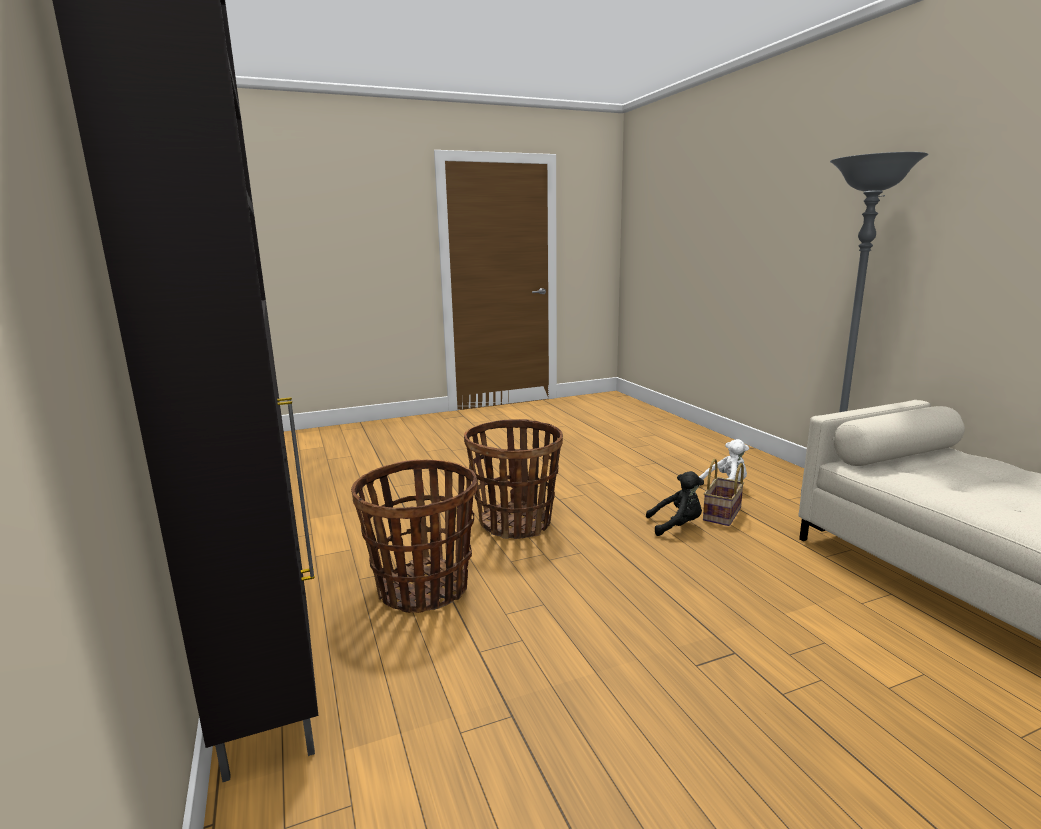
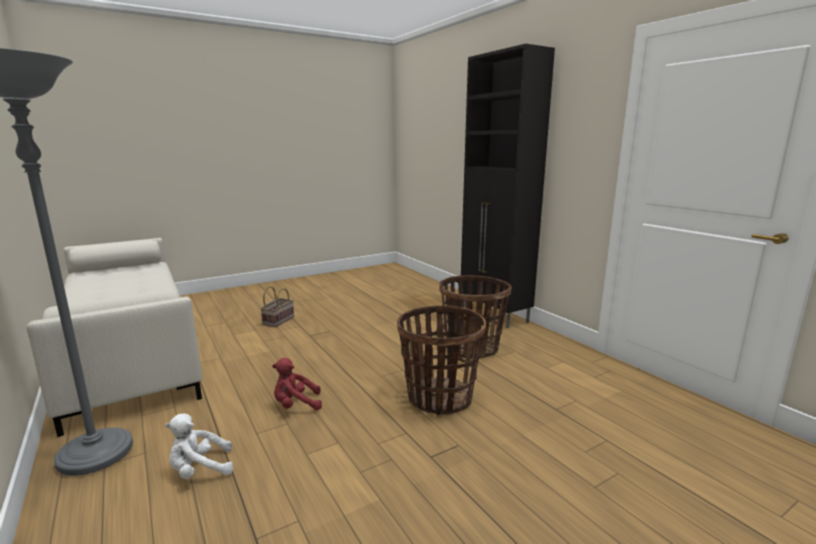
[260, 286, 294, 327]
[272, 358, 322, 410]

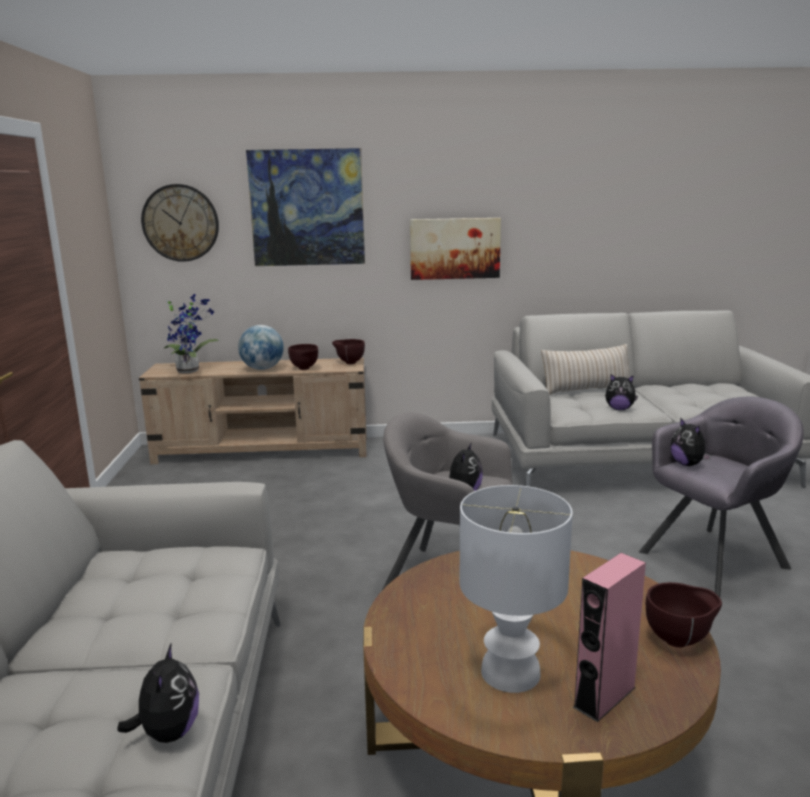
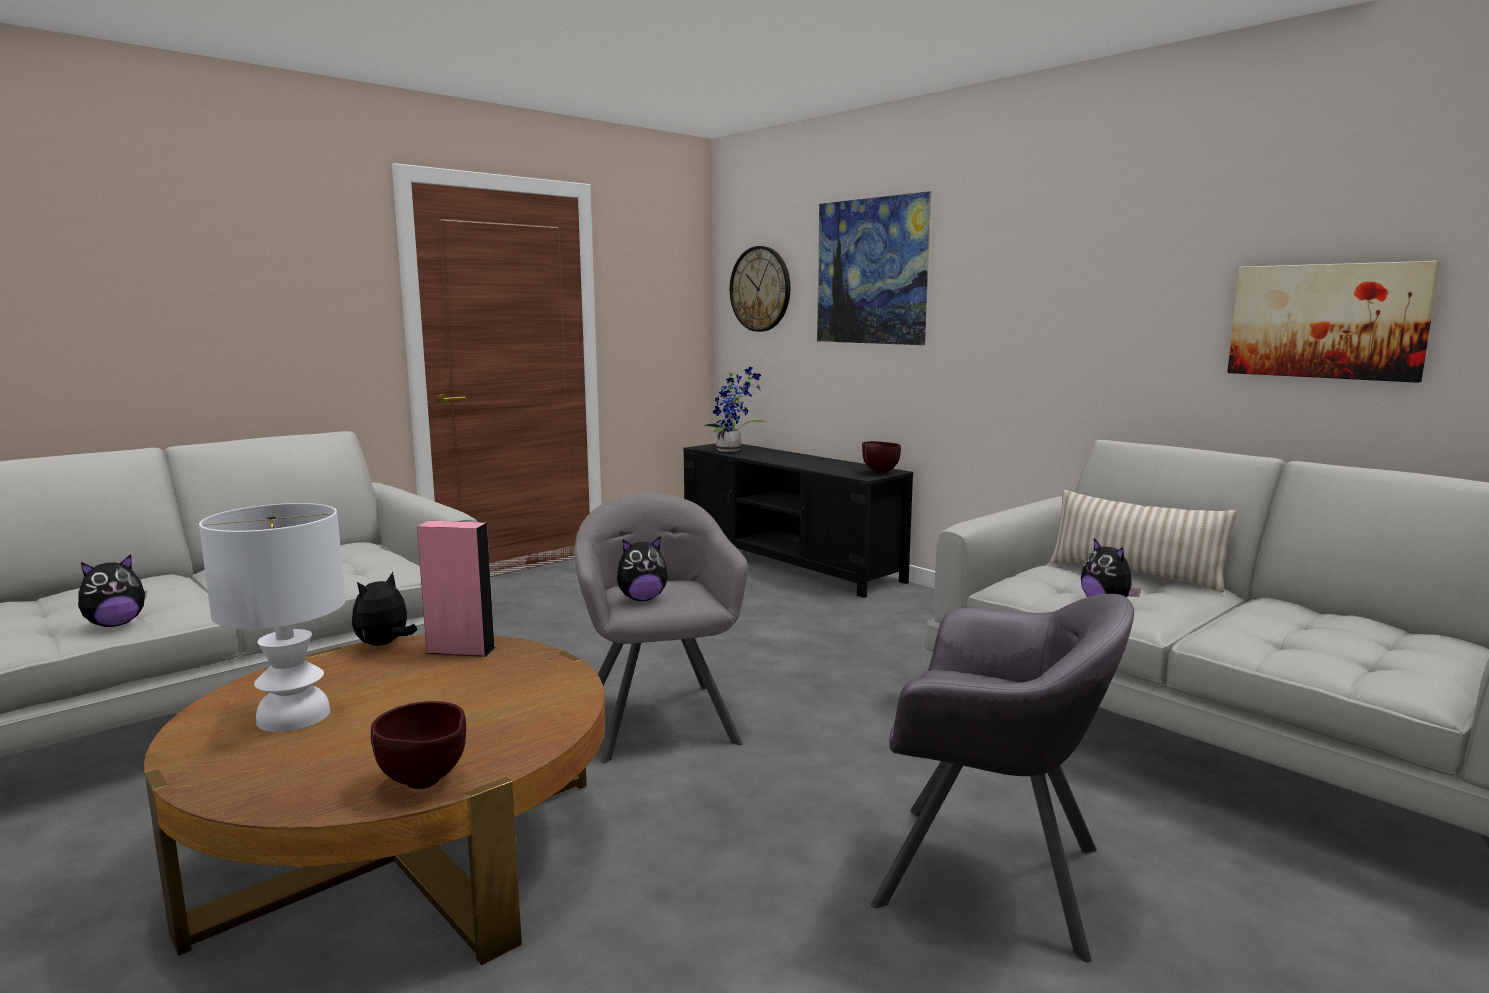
[352, 572, 417, 646]
[417, 521, 496, 657]
[683, 443, 913, 598]
[1227, 261, 1440, 383]
[238, 325, 284, 370] (first image)
[288, 344, 318, 370] (first image)

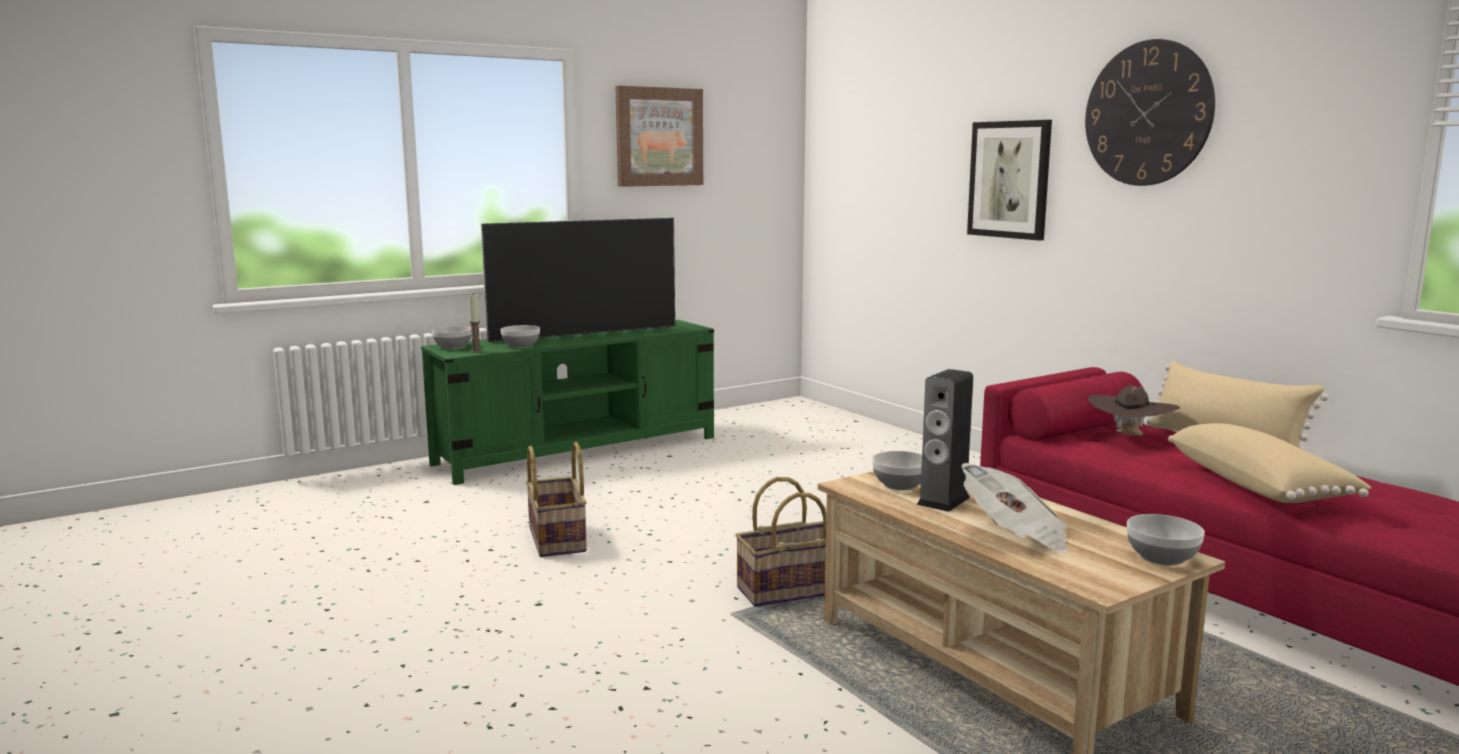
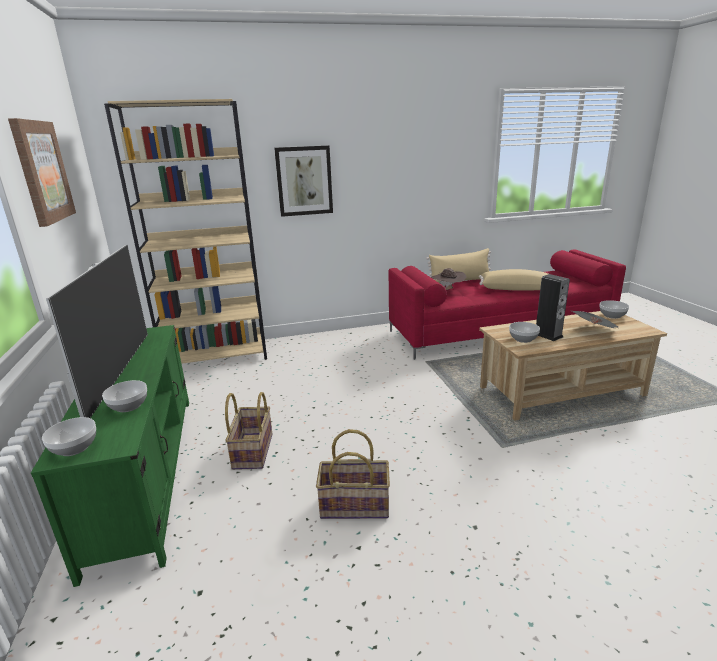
[104, 99, 267, 364]
[225, 392, 272, 470]
[469, 294, 481, 353] (first image)
[1085, 39, 1215, 186] (first image)

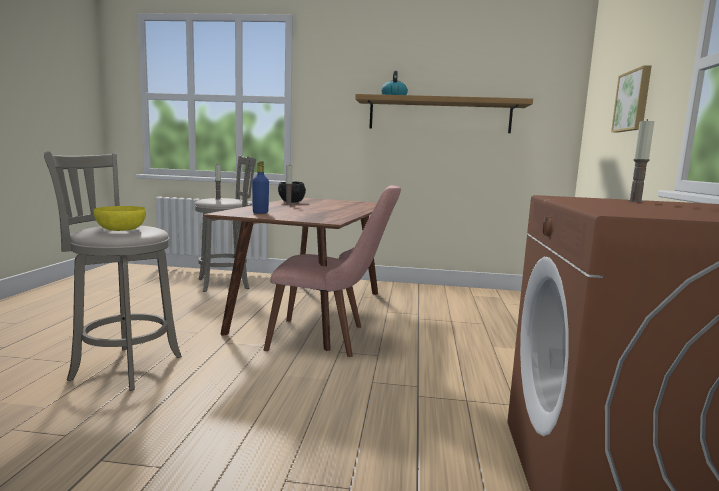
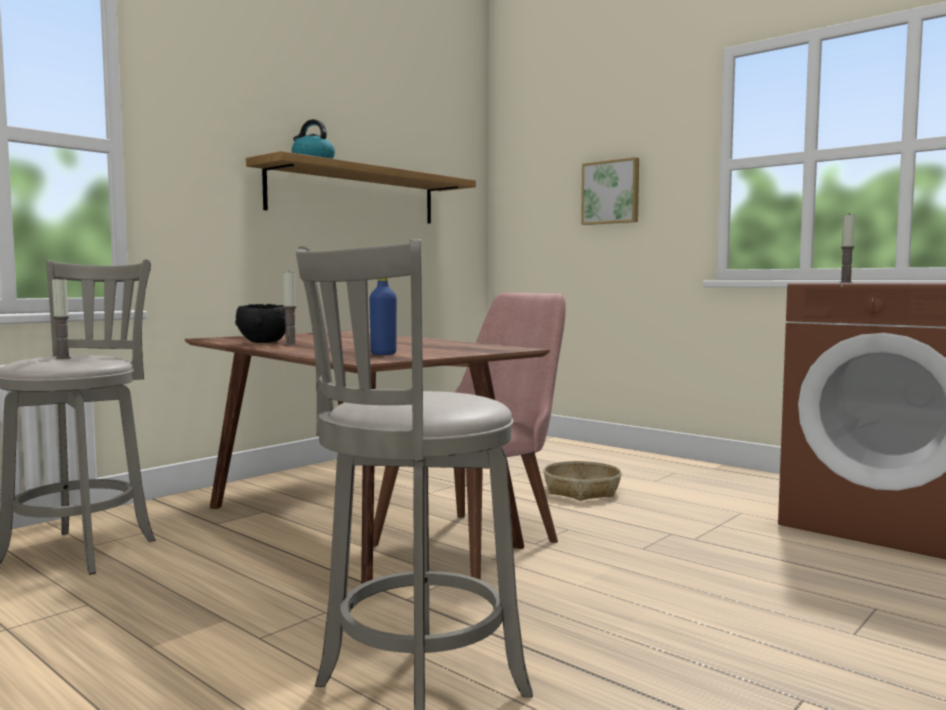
[543, 461, 622, 501]
[93, 206, 146, 231] (first image)

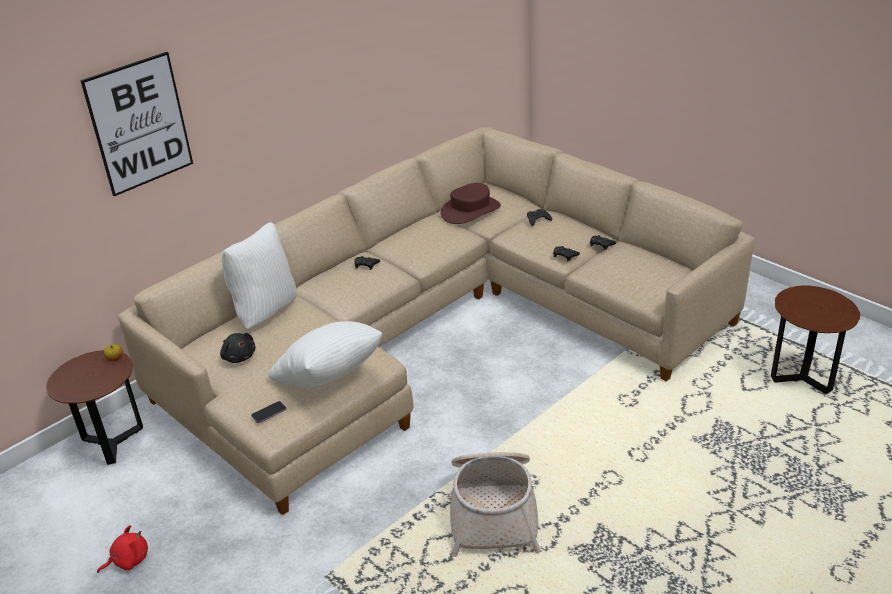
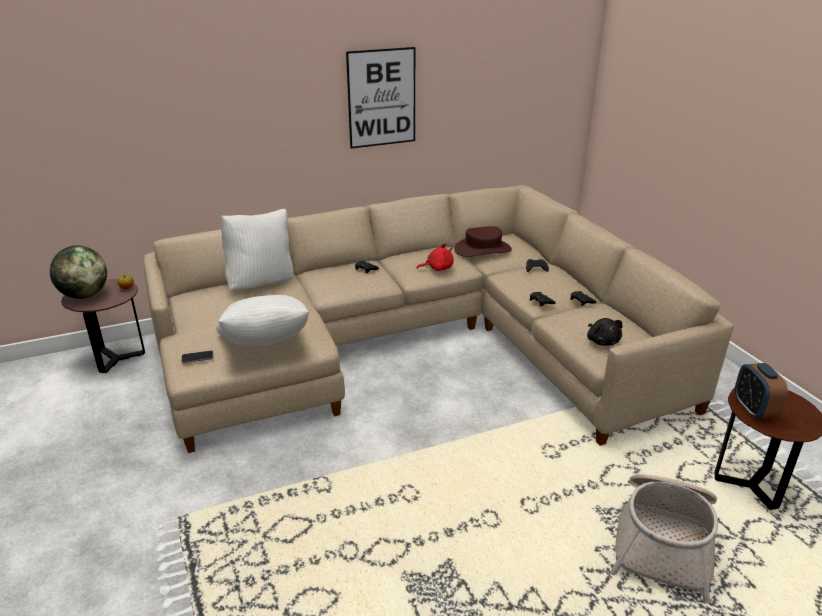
[50, 246, 107, 299]
[346, 47, 415, 148]
[417, 243, 454, 271]
[587, 318, 623, 346]
[610, 474, 718, 604]
[735, 363, 788, 419]

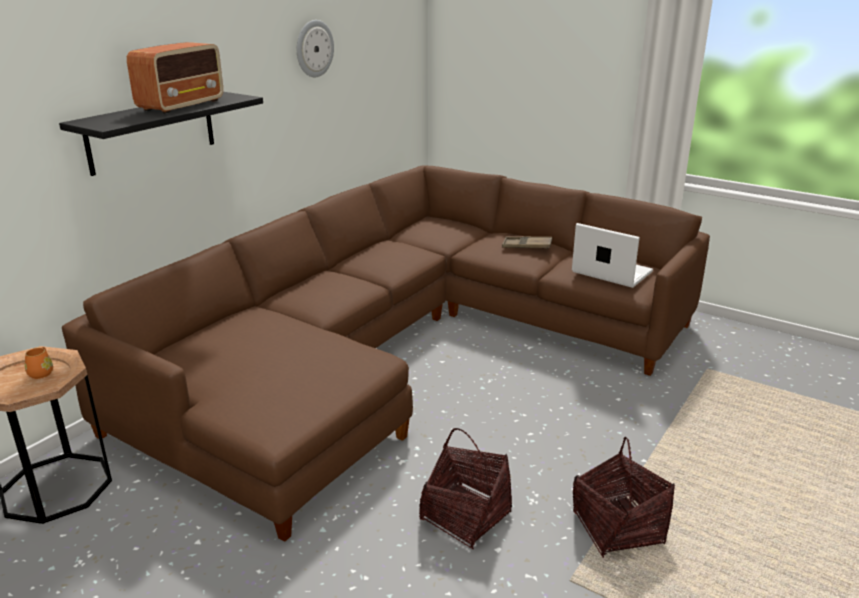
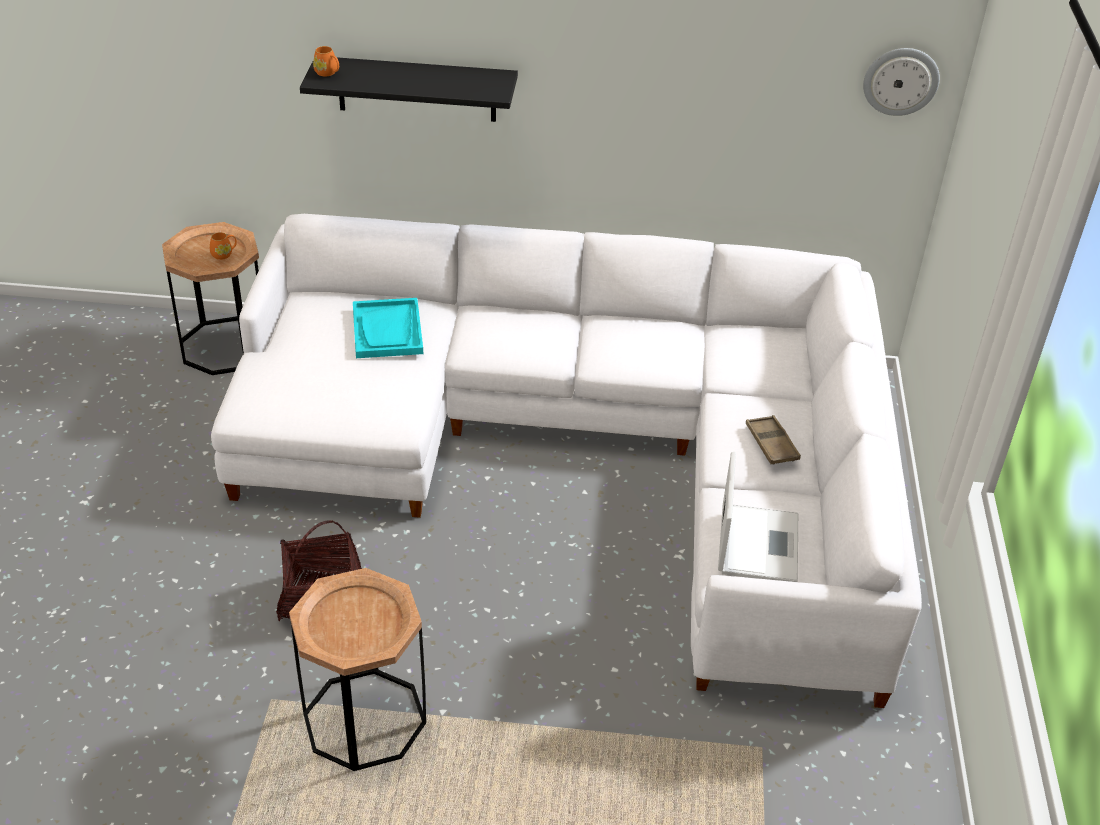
[211, 214, 922, 708]
[289, 568, 426, 771]
[313, 46, 339, 76]
[353, 298, 423, 358]
[863, 48, 940, 116]
[127, 42, 223, 114] (first image)

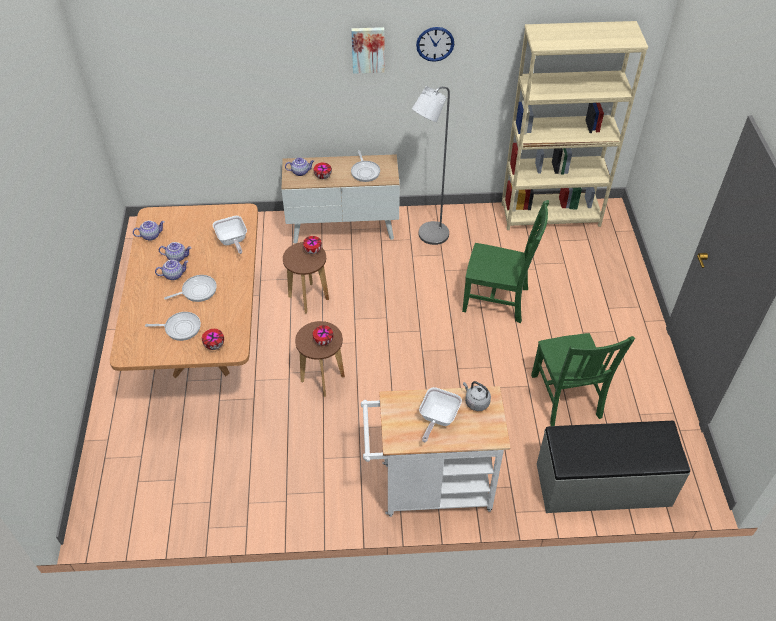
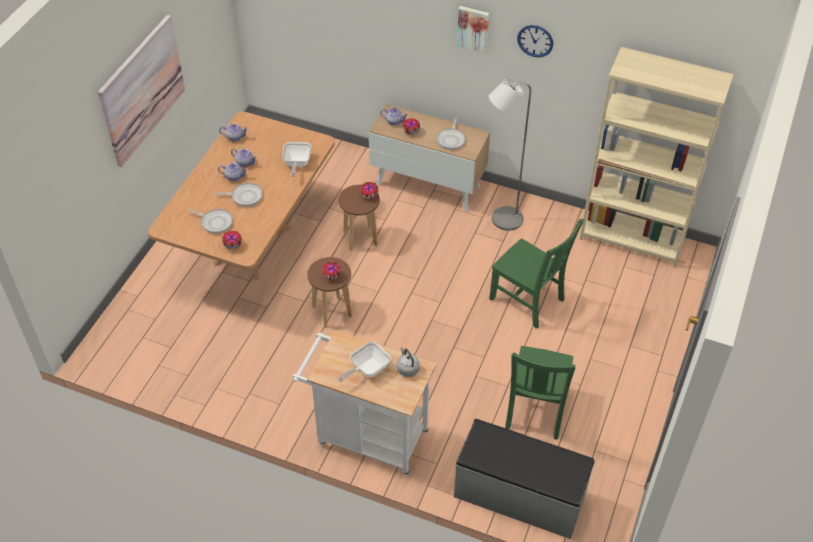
[98, 15, 185, 167]

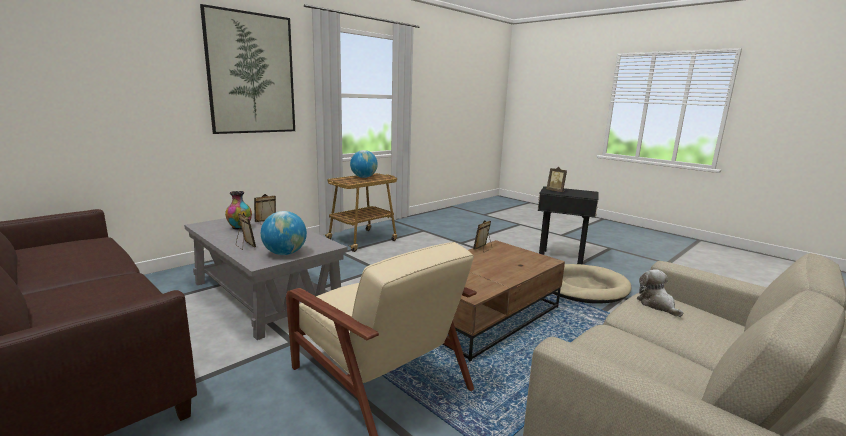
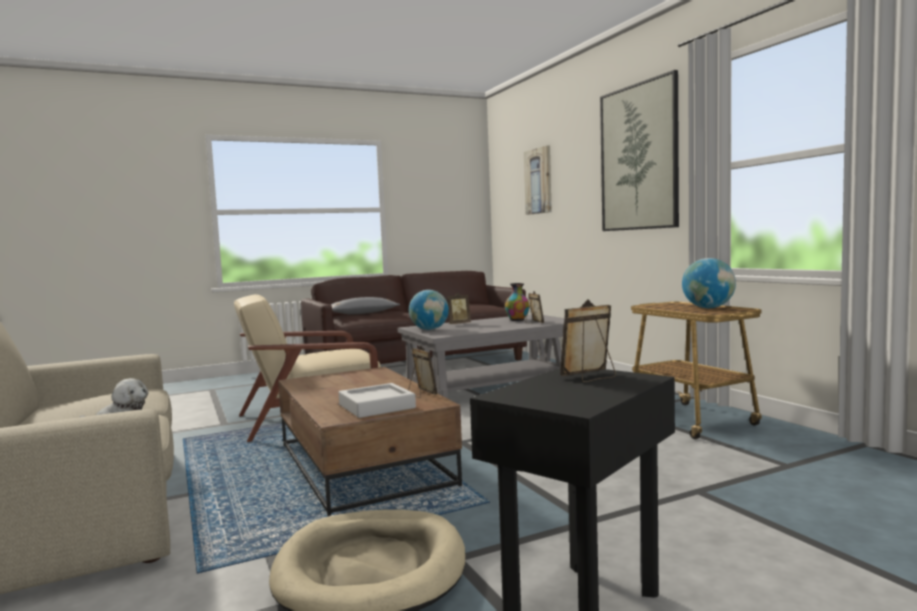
[331, 297, 400, 314]
[339, 383, 416, 418]
[524, 145, 552, 215]

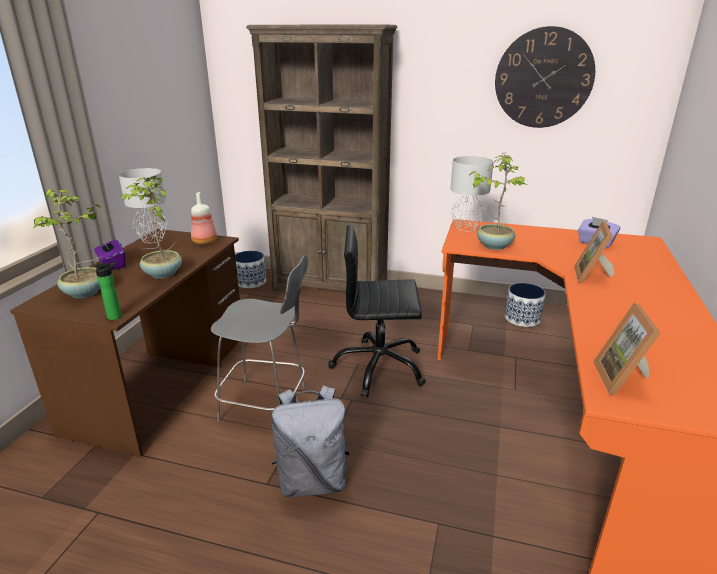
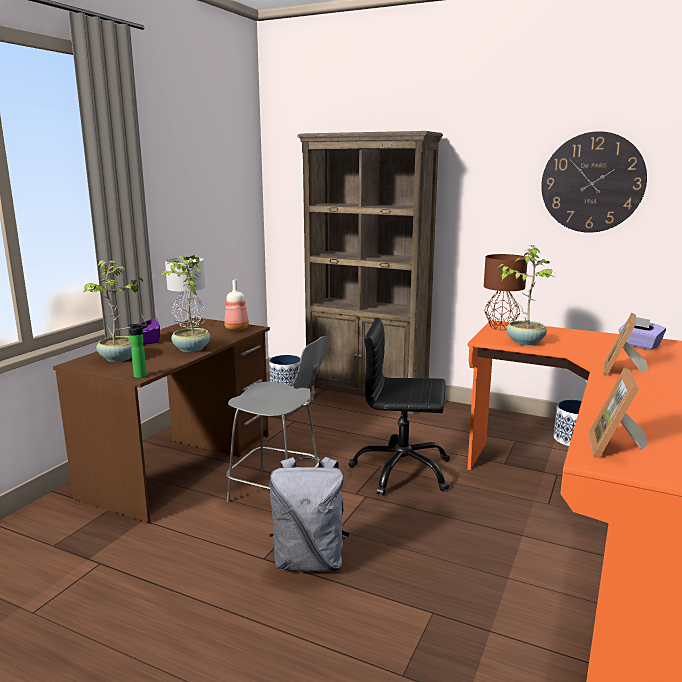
[484, 254, 527, 330]

